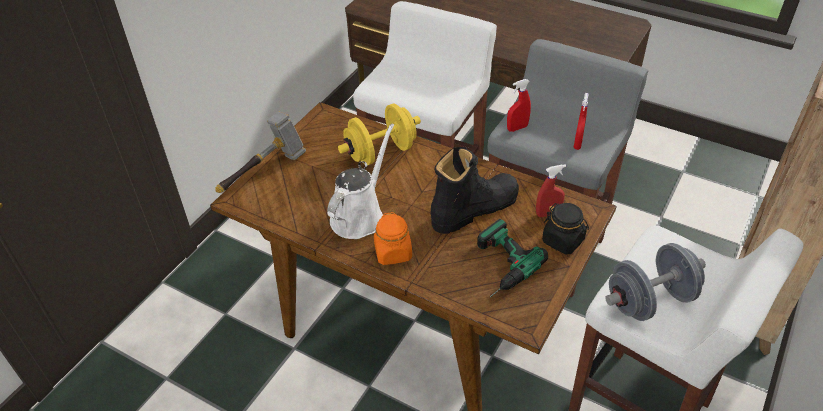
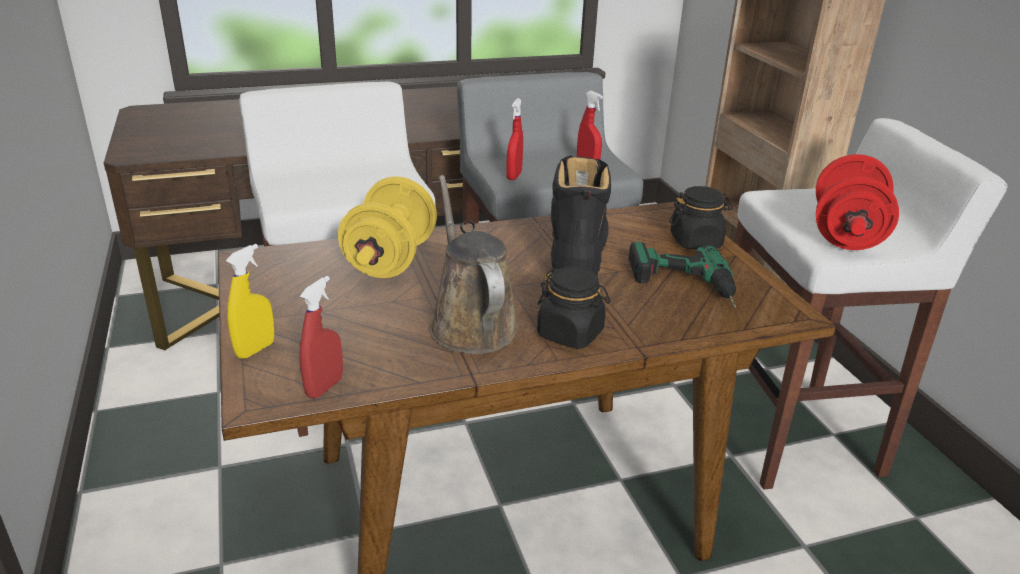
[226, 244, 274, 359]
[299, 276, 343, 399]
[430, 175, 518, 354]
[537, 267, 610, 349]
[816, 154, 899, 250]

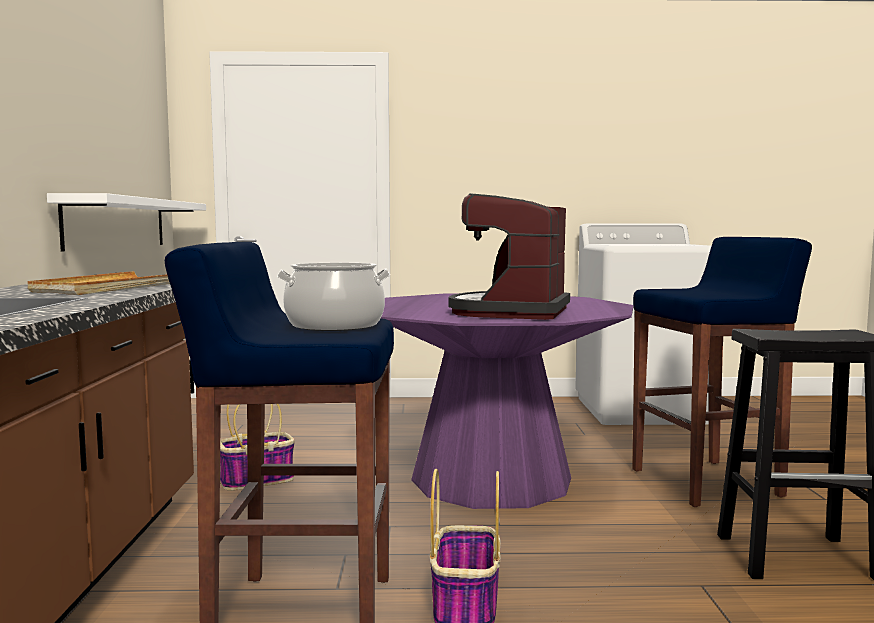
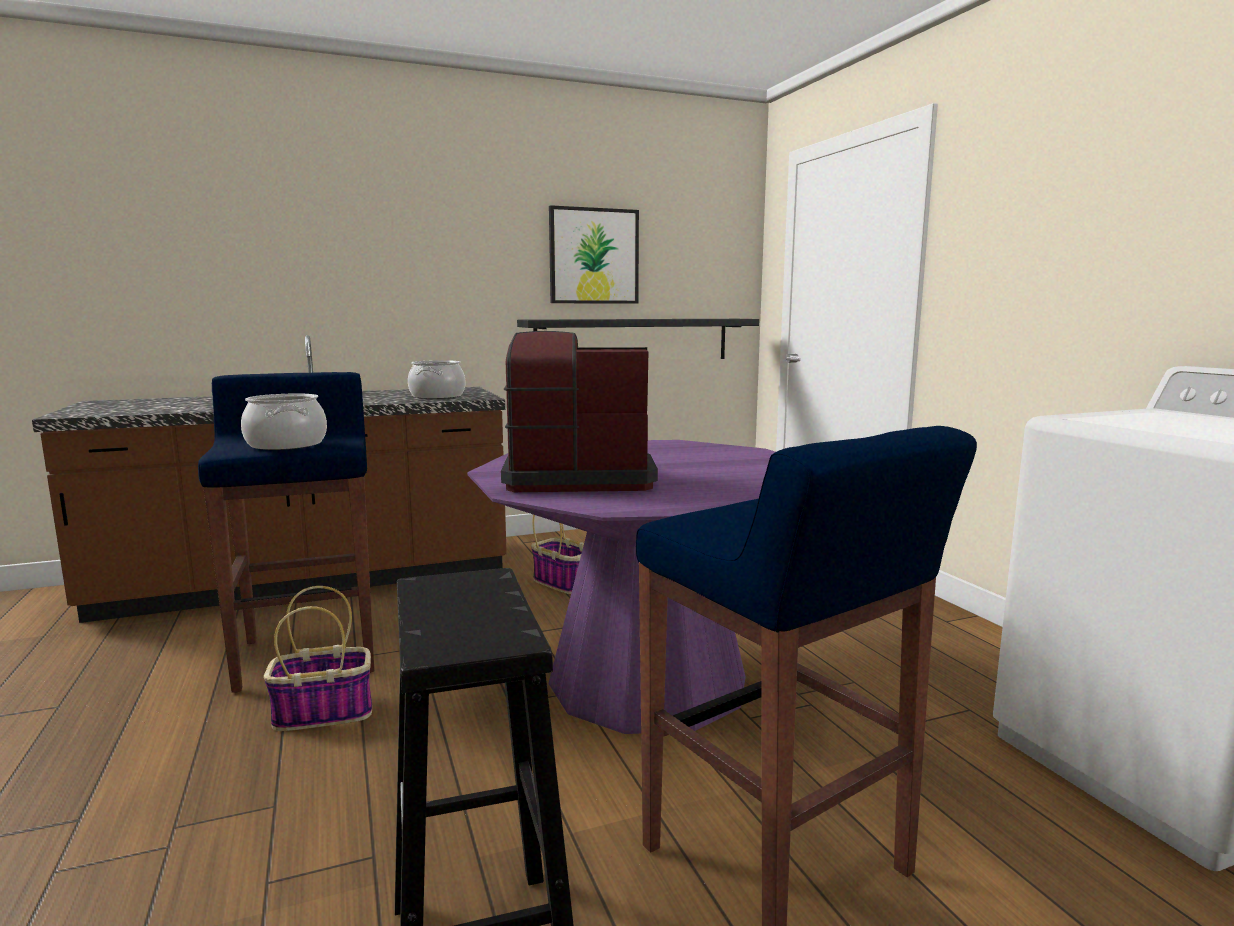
[408, 360, 465, 399]
[517, 319, 759, 359]
[549, 205, 639, 304]

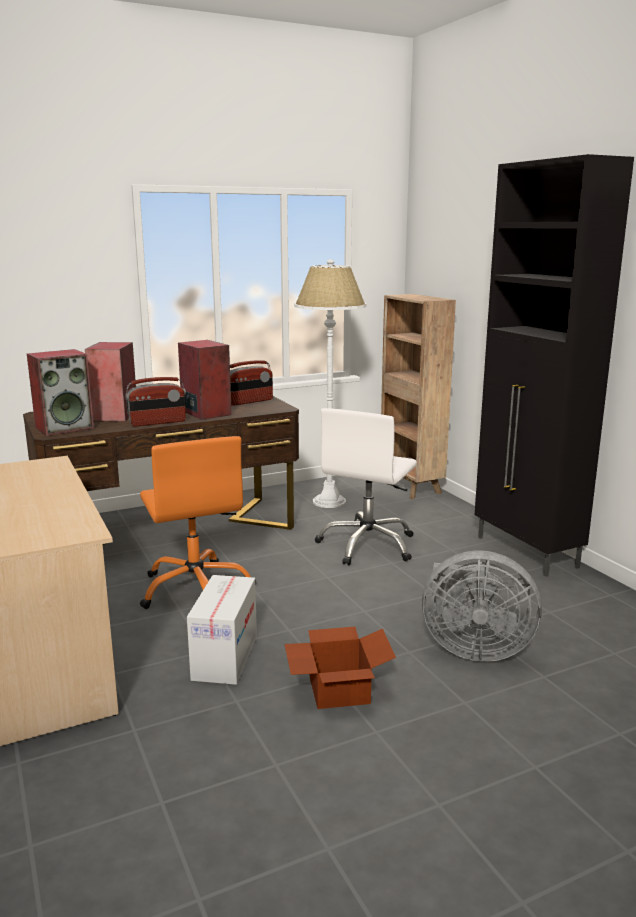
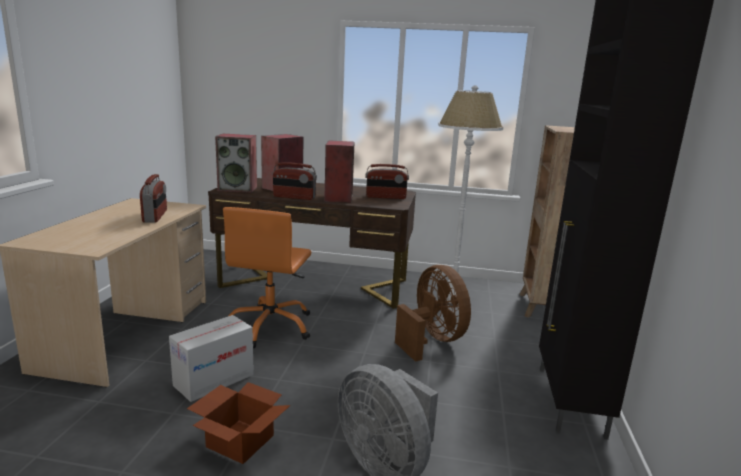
[140, 174, 167, 223]
[395, 265, 471, 362]

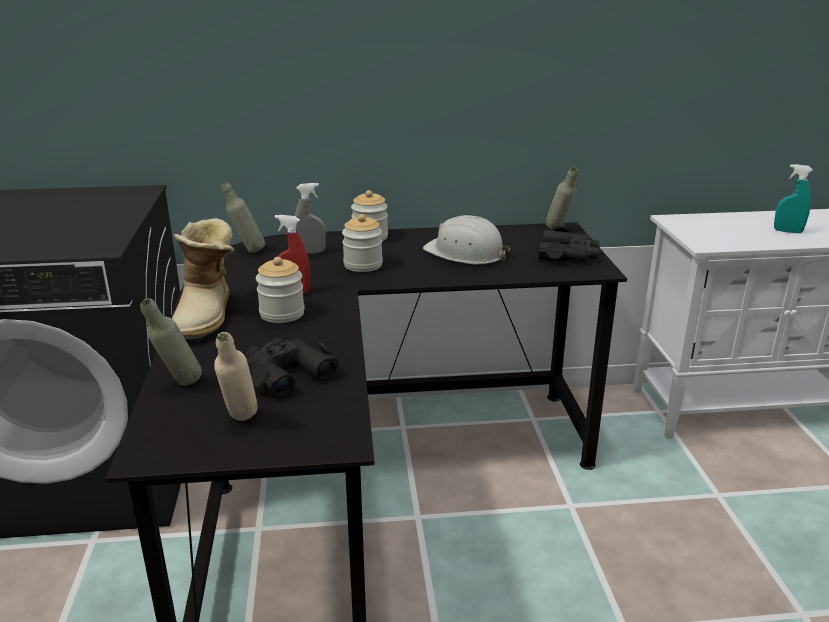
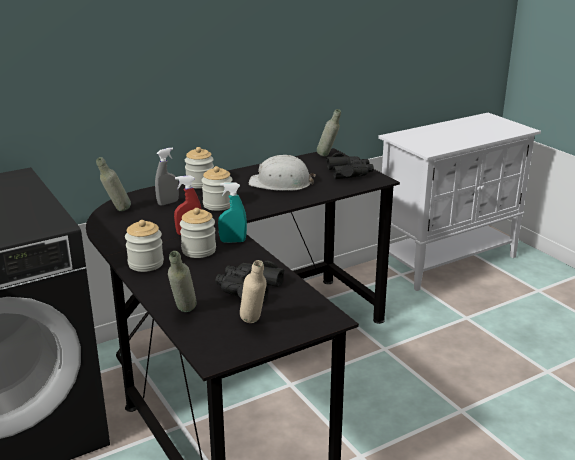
[125, 220, 164, 272]
[218, 182, 247, 243]

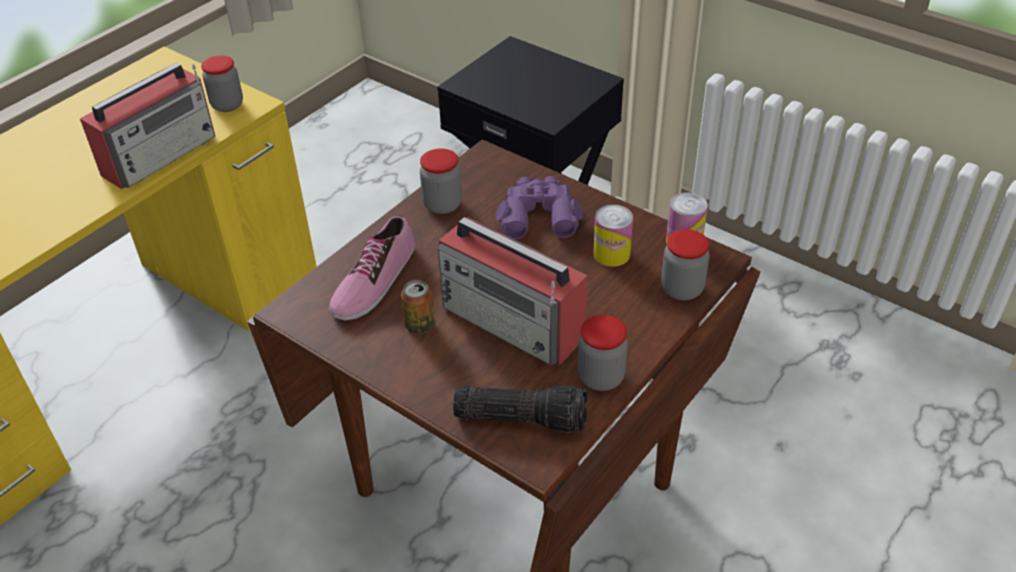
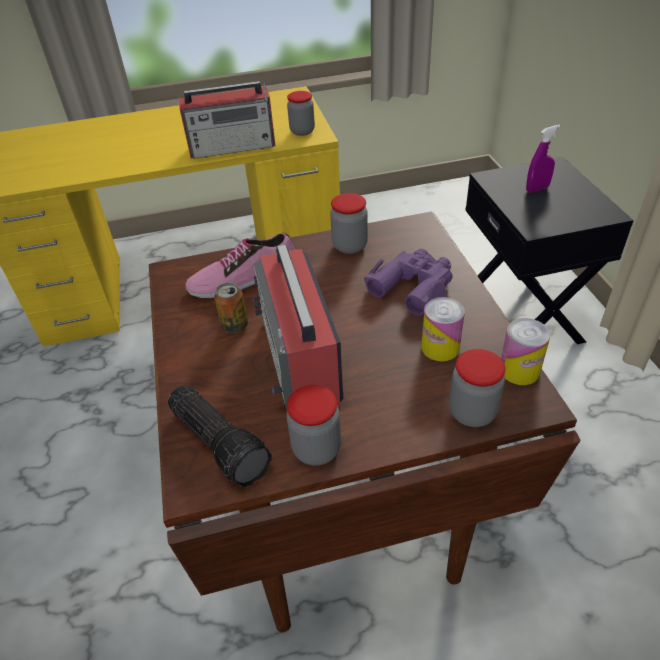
[526, 125, 560, 193]

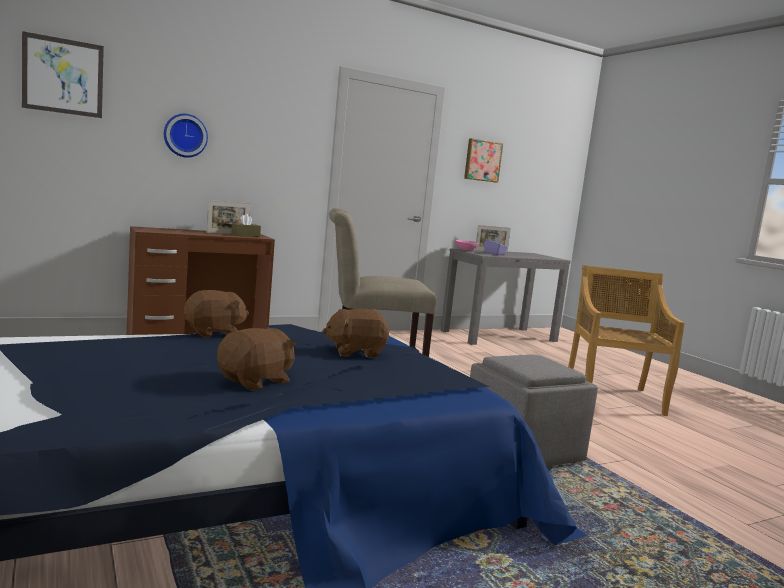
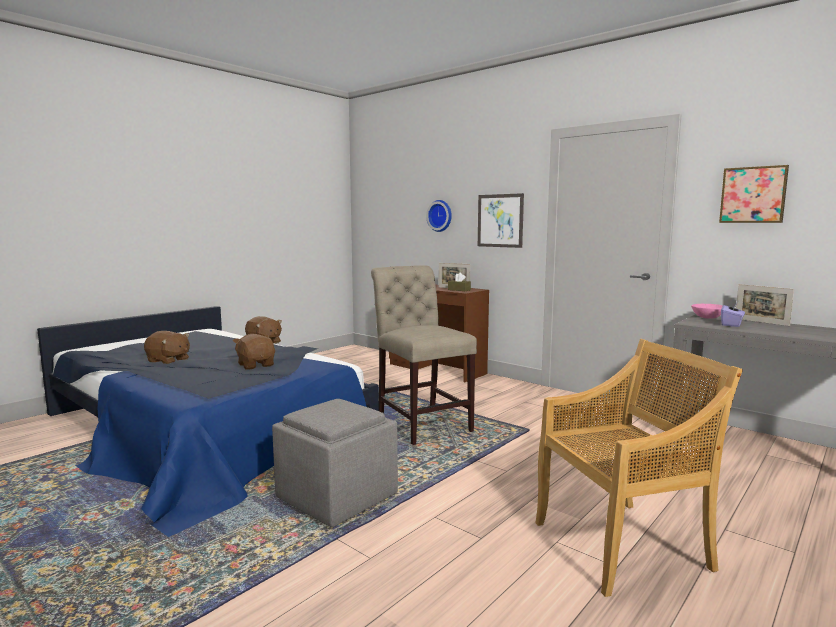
[478, 193, 524, 248]

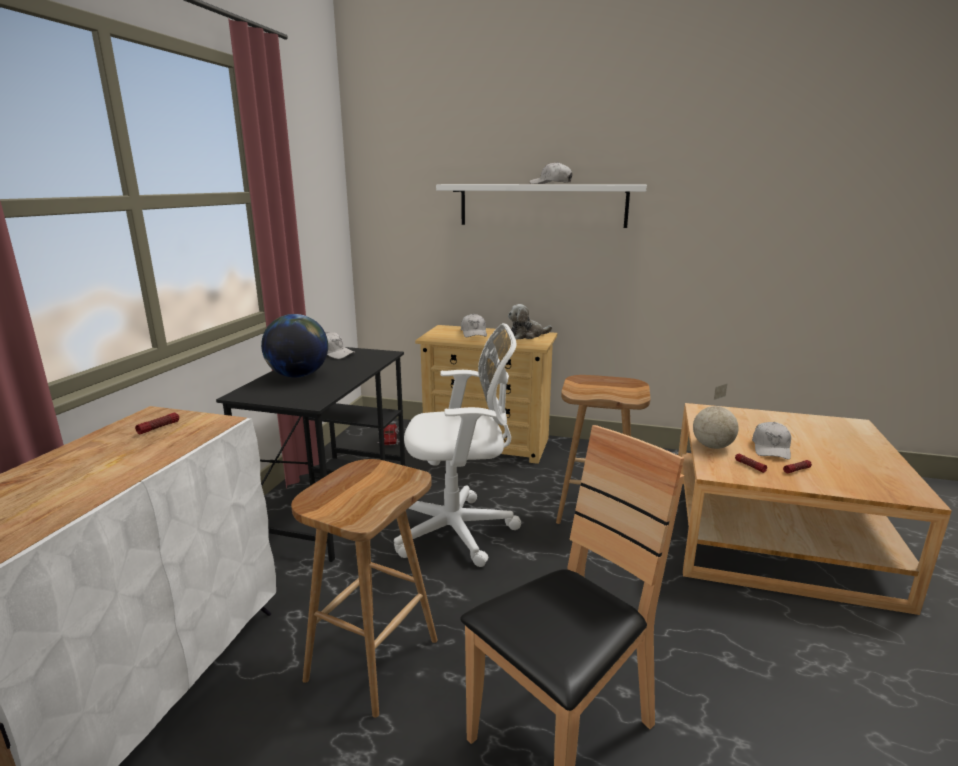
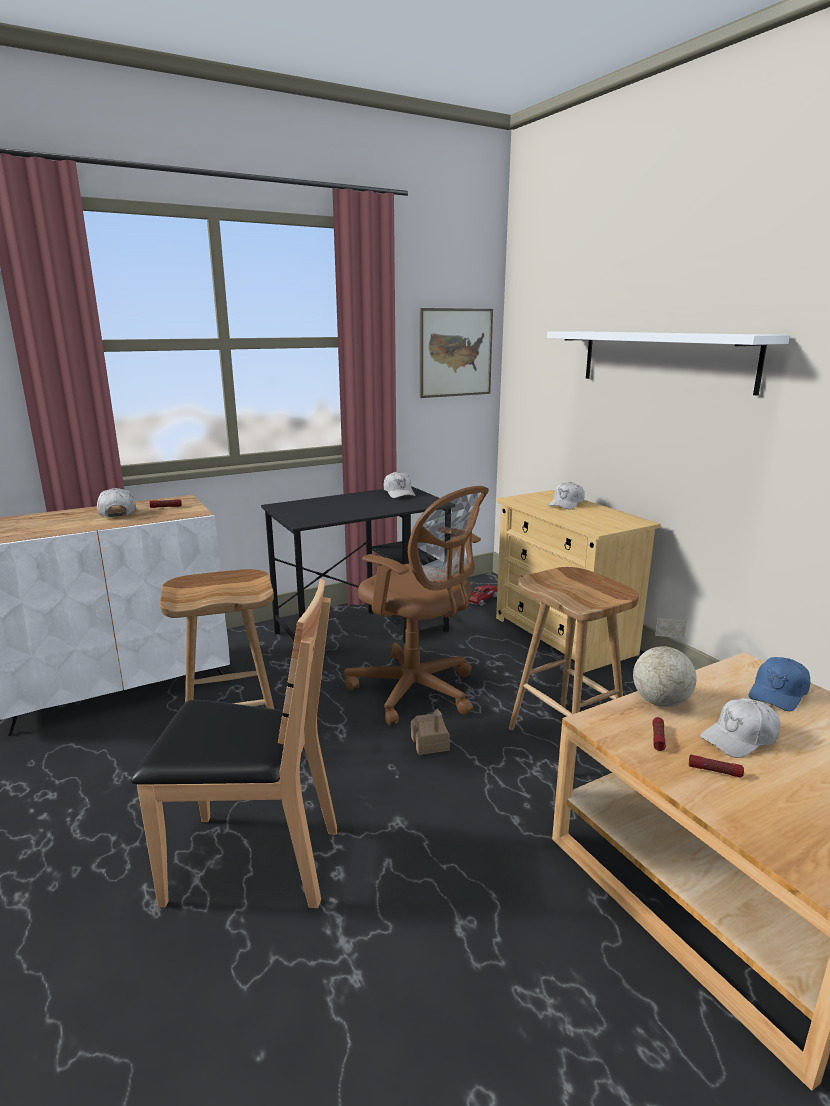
[97, 488, 137, 518]
[344, 486, 489, 726]
[411, 709, 450, 755]
[420, 308, 493, 398]
[749, 657, 810, 711]
[261, 314, 328, 378] (first image)
[508, 304, 552, 339] (first image)

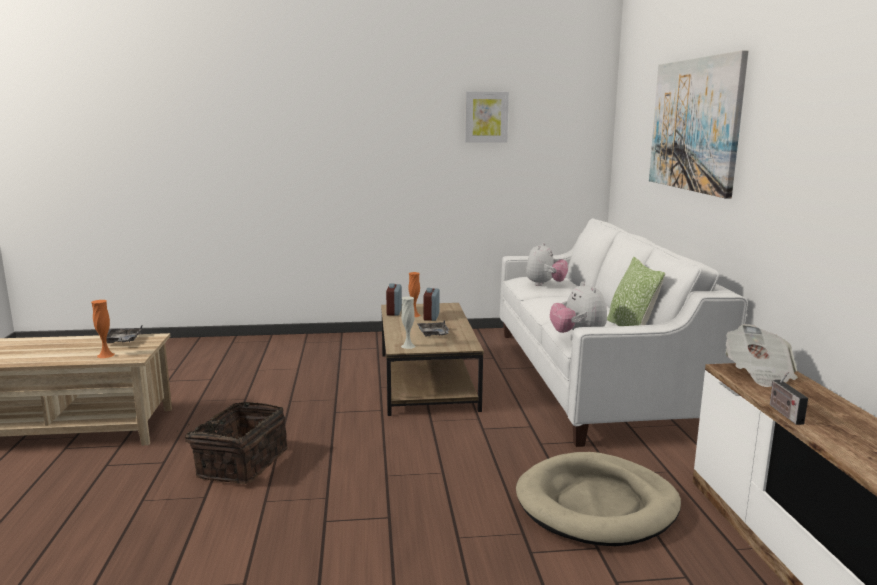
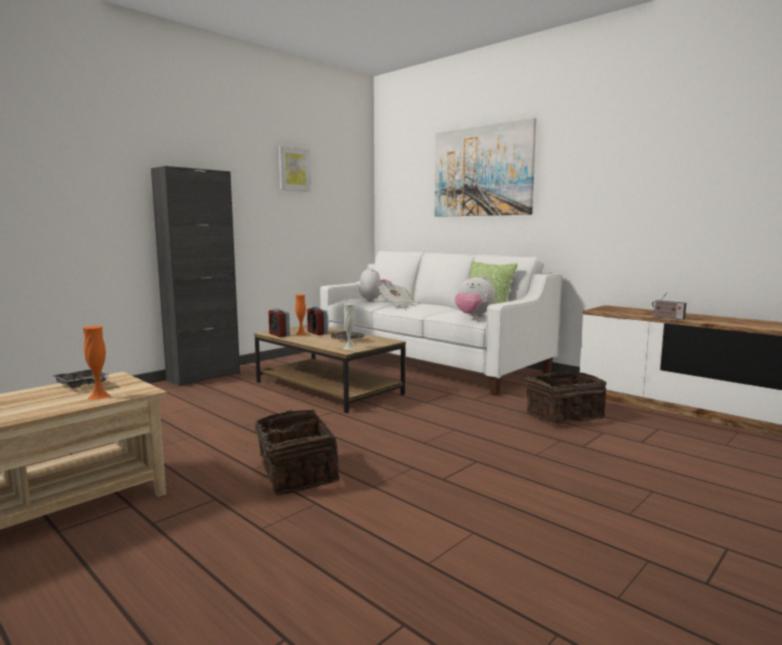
[151, 166, 240, 386]
[378, 282, 416, 307]
[524, 370, 606, 425]

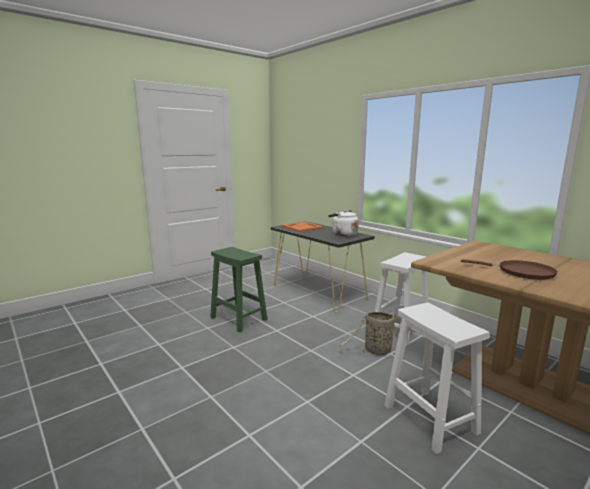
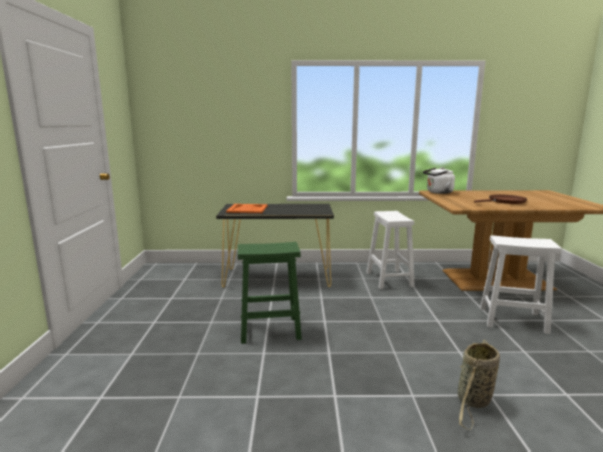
[423, 167, 455, 194]
[458, 340, 500, 430]

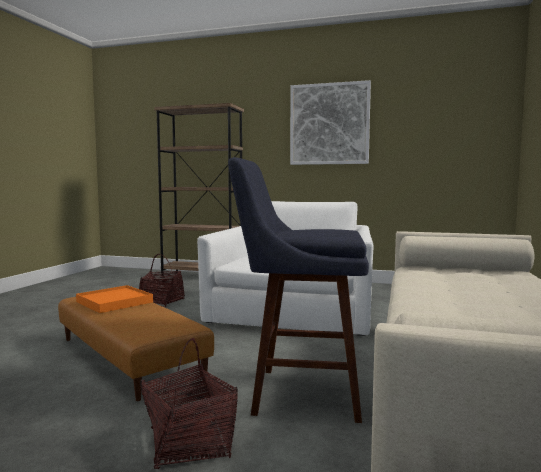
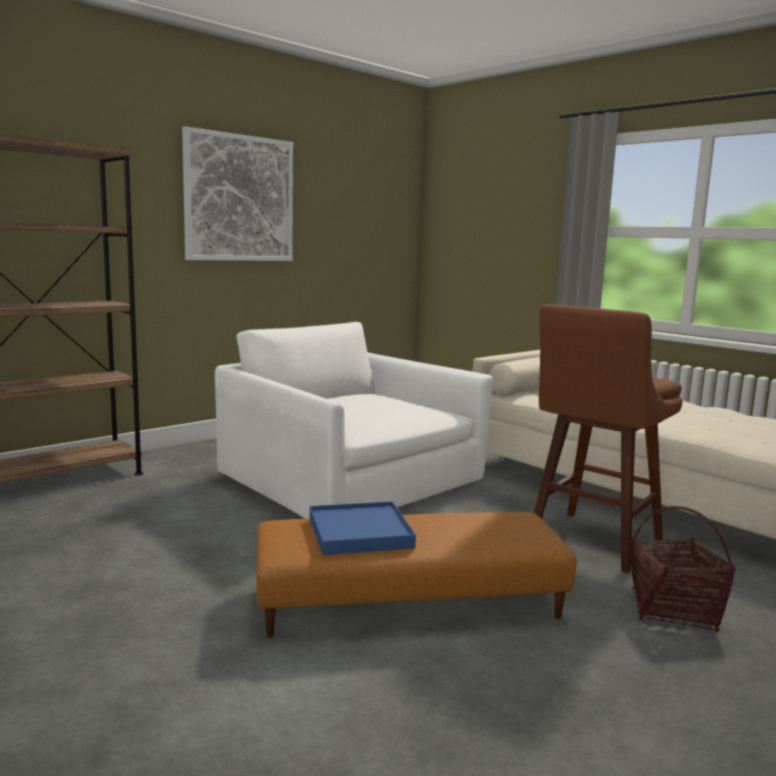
[310, 501, 416, 555]
[534, 304, 682, 573]
[139, 254, 185, 307] (first image)

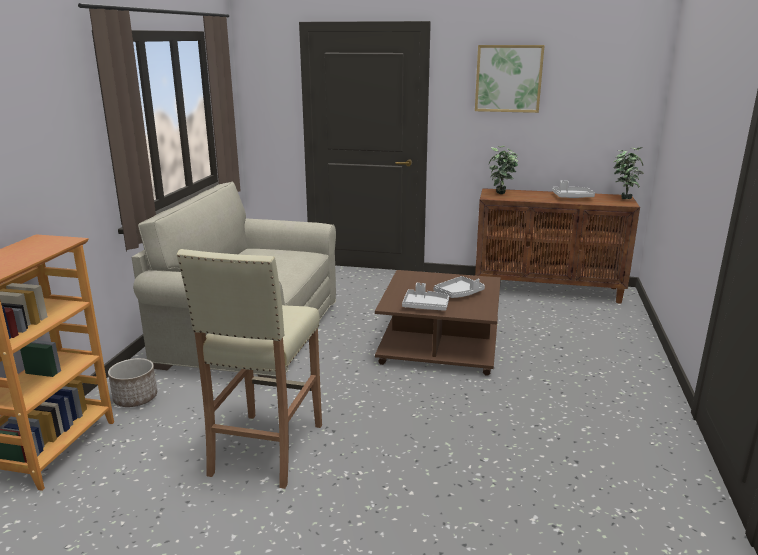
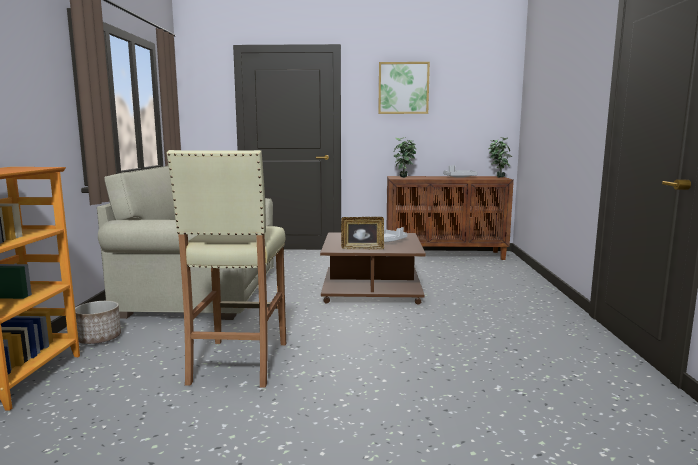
[341, 217, 384, 250]

